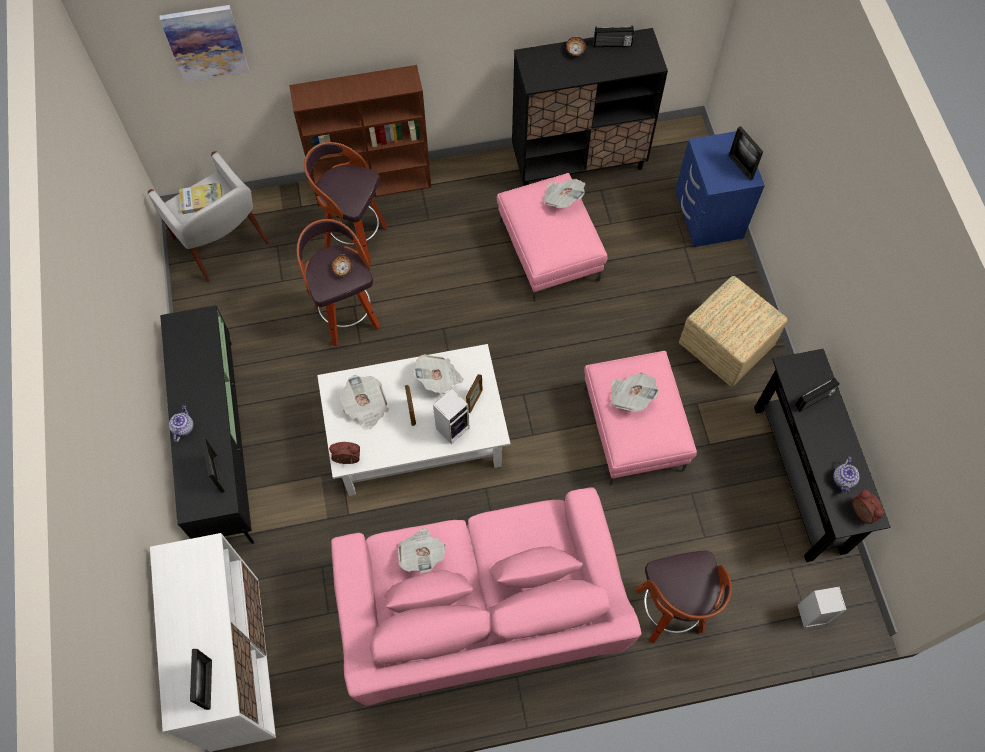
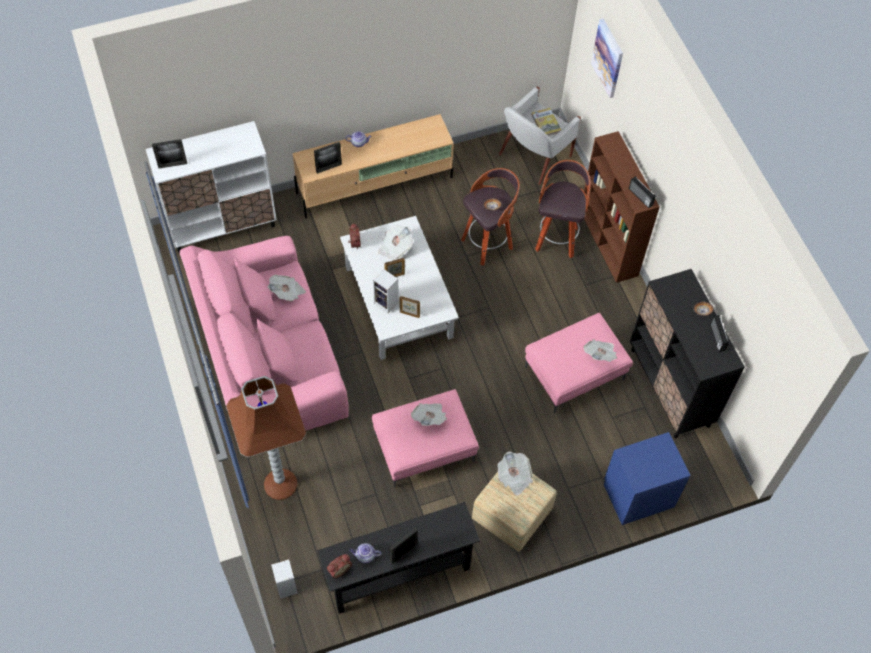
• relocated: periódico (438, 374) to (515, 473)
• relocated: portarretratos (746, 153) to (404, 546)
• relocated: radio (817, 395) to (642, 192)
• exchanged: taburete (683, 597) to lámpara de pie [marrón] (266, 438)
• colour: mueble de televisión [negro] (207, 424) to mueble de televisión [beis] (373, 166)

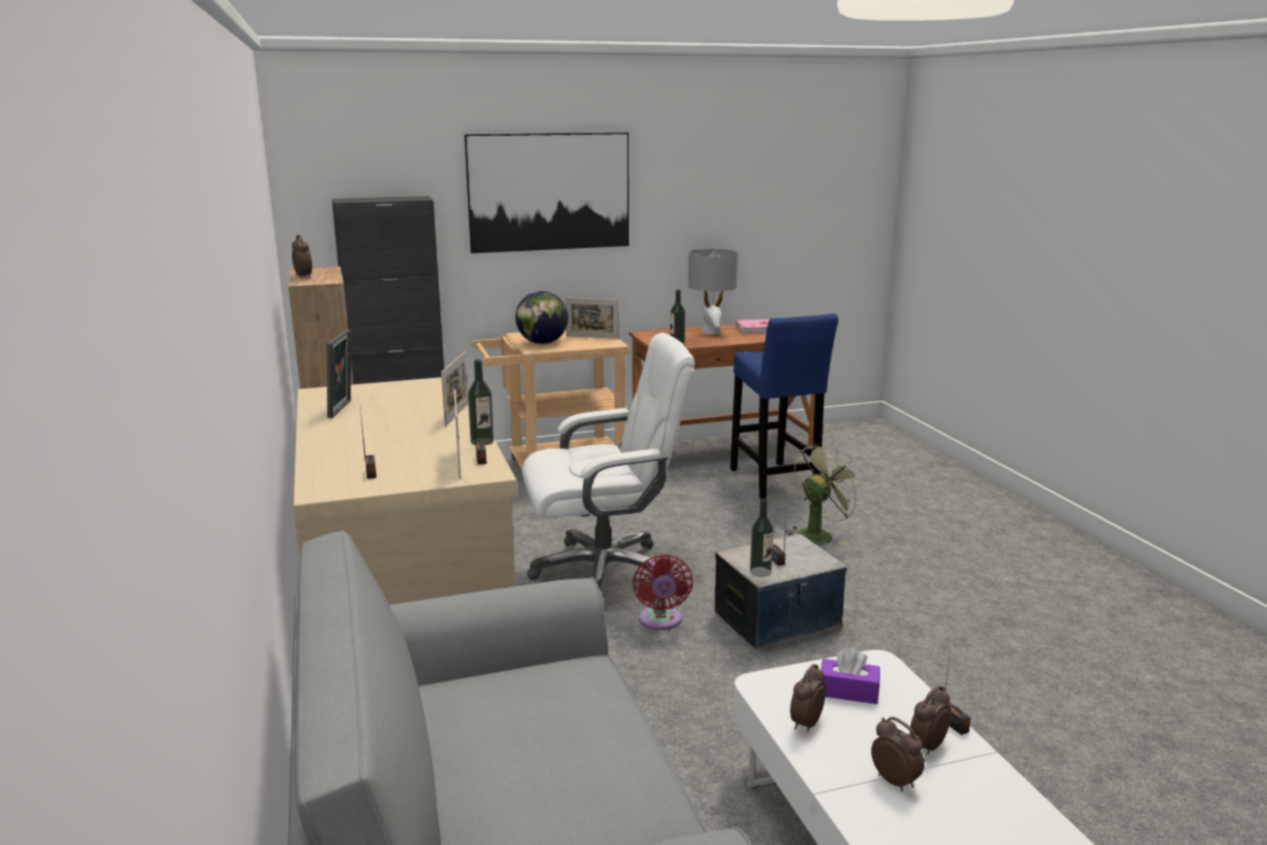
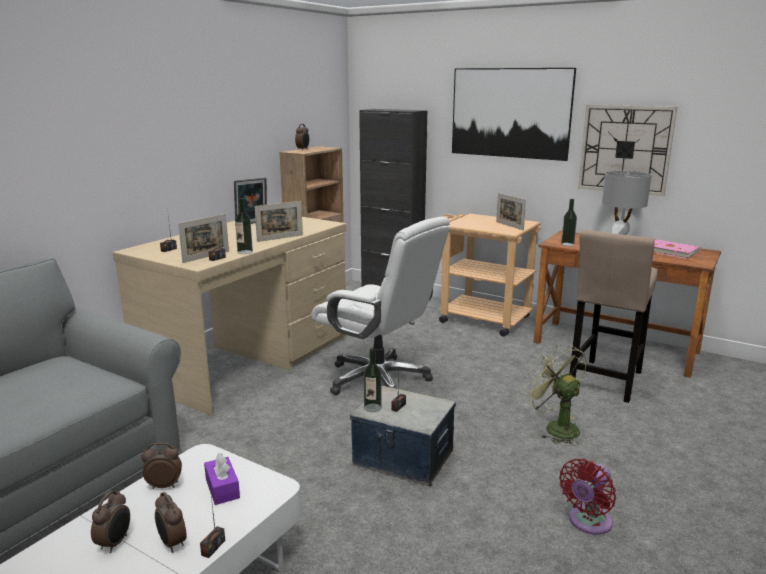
• missing: globo terráqueo (541, 317)
• appeared: reloj de pared (627, 150)
• relocated: ventilador [rojo] (663, 592) to (587, 497)
• colour: taburete [azul] (784, 406) to taburete [beis] (614, 316)
• spun: ventilador [verde] (824, 494) = (555, 394) 135 degrees counterclockwise
• spun: despertador (930, 720) = (171, 522) 135 degrees counterclockwise

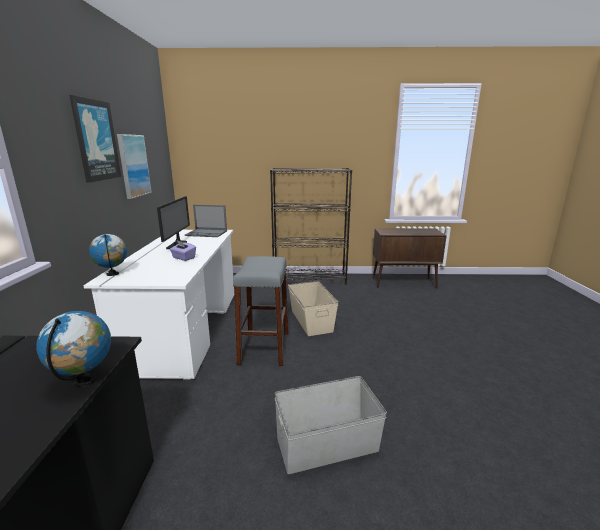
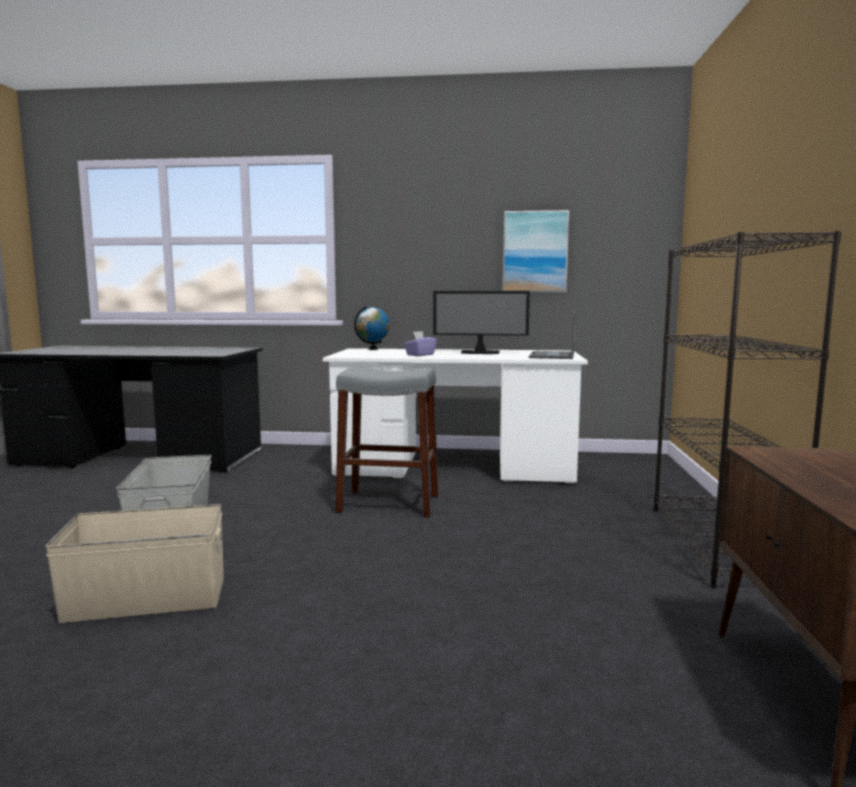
• missing: globo terráqueo (73, 349)
• missing: cuadro (95, 139)
• relocated: caja de almacenaje [beis] (313, 308) to (134, 563)

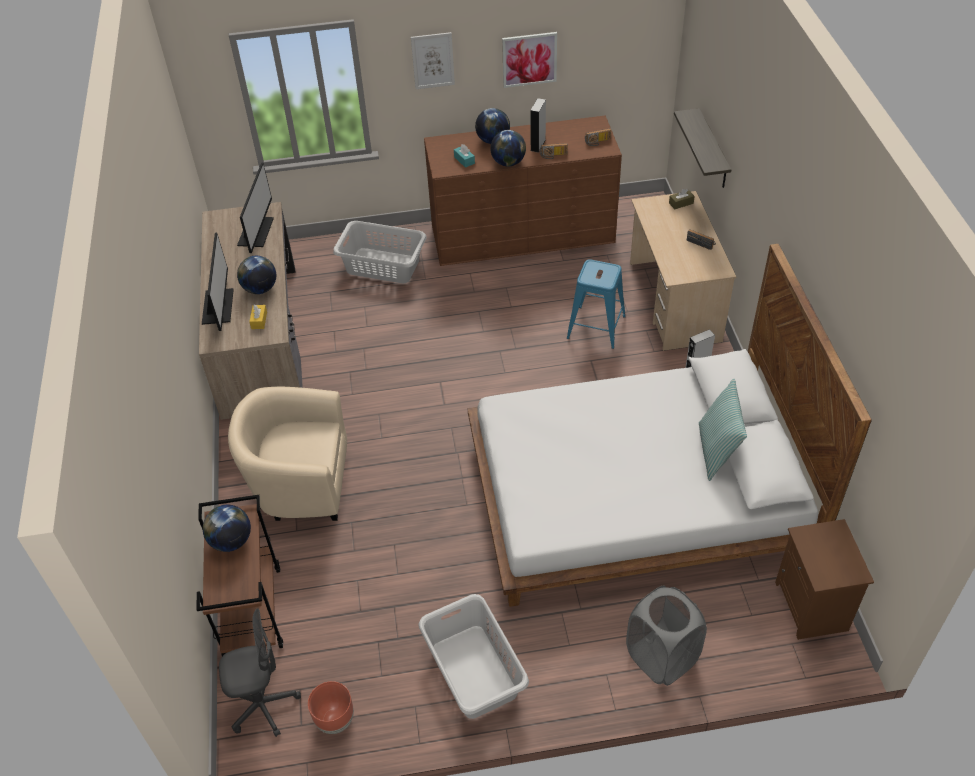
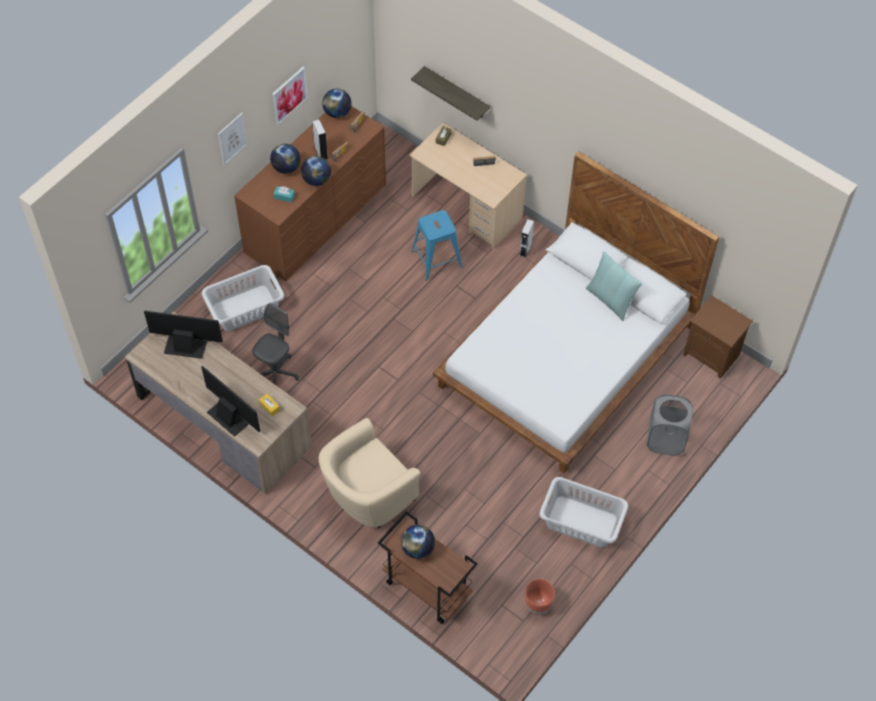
• relocated: silla de oficina [gris] (260, 672) to (276, 344)
• relocated: globo terráqueo (256, 275) to (337, 103)
• spun: monitor (255, 208) = (183, 335) 45 degrees counterclockwise

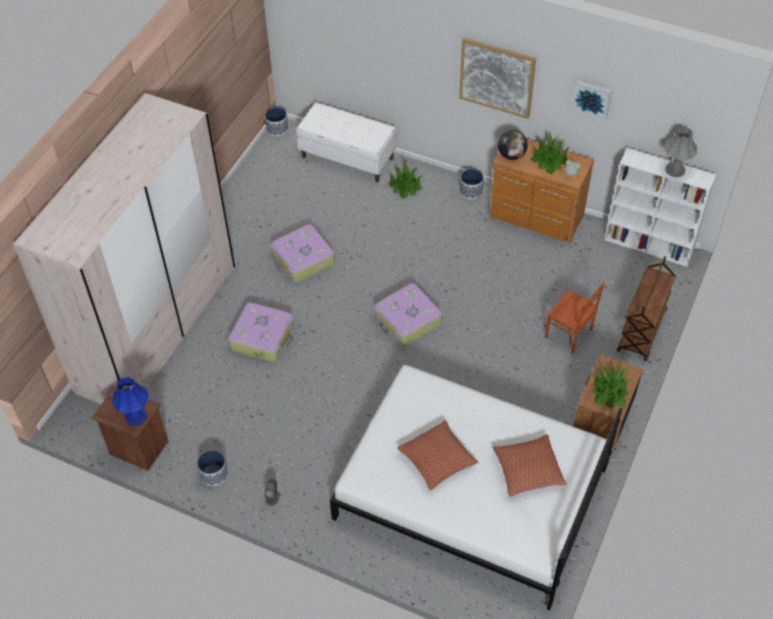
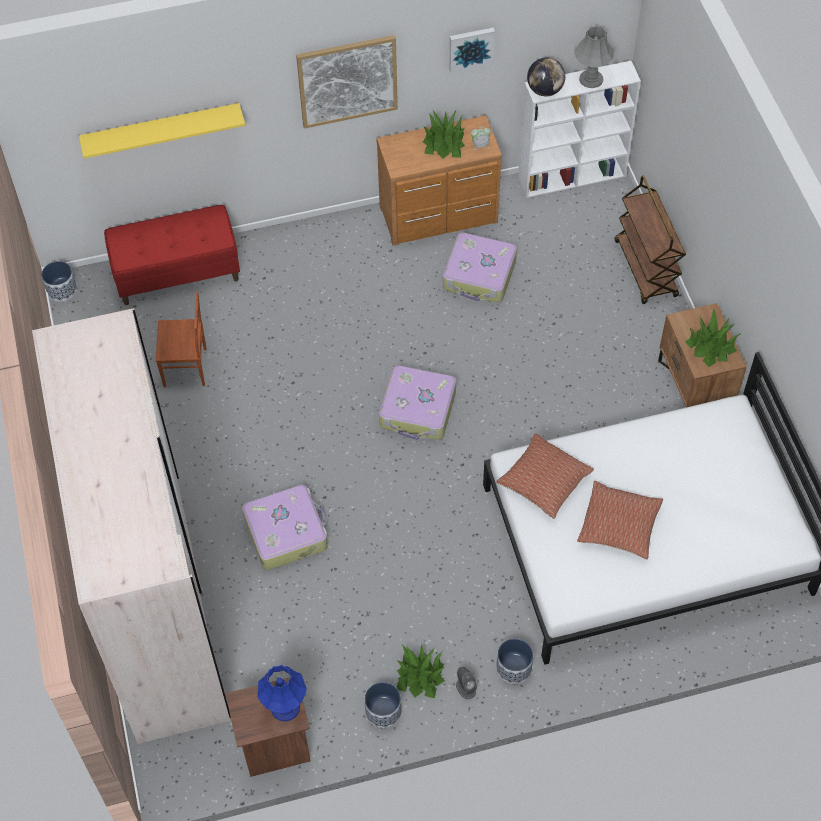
• appeared: estante [amarillo] (162, 130)
• relocated: maleta (303, 253) to (480, 267)
• relocated: planta en maceta (405, 179) to (420, 671)
• relocated: maceta (472, 184) to (514, 661)
• relocated: cojín (529, 465) to (545, 476)
• relocated: globo terráqueo (513, 145) to (546, 77)
• relocated: silla [marrón] (575, 318) to (181, 338)
• colour: banco [blanco] (346, 142) to banco [rojo] (172, 255)

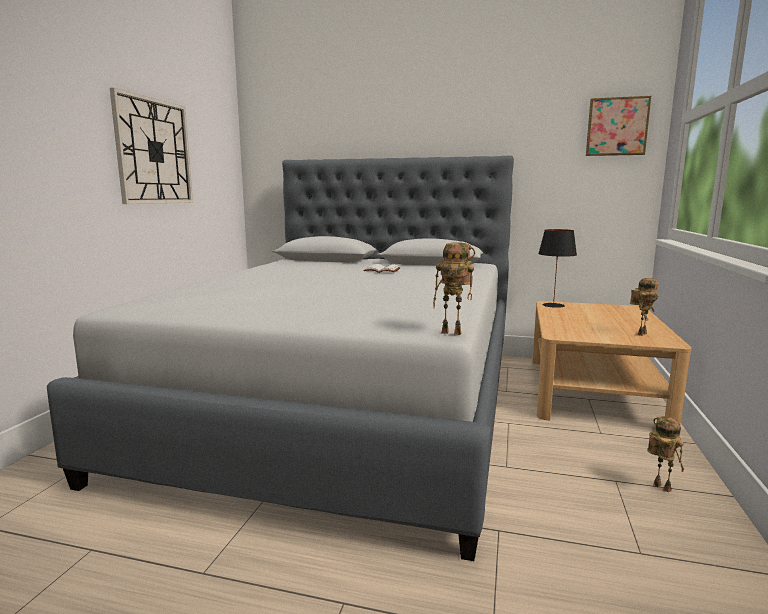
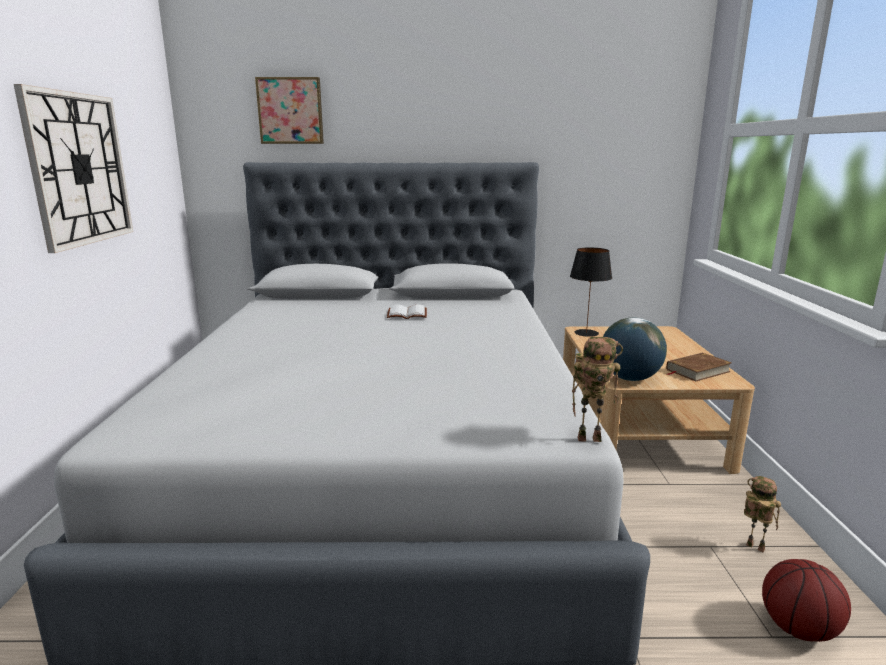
• appeared: globo terráqueo (635, 349)
• appeared: balón de baloncesto (806, 600)
• relocated: cuadro (618, 126) to (289, 110)
• exchanged: robot de juguete (644, 307) to libro [marrón] (699, 367)

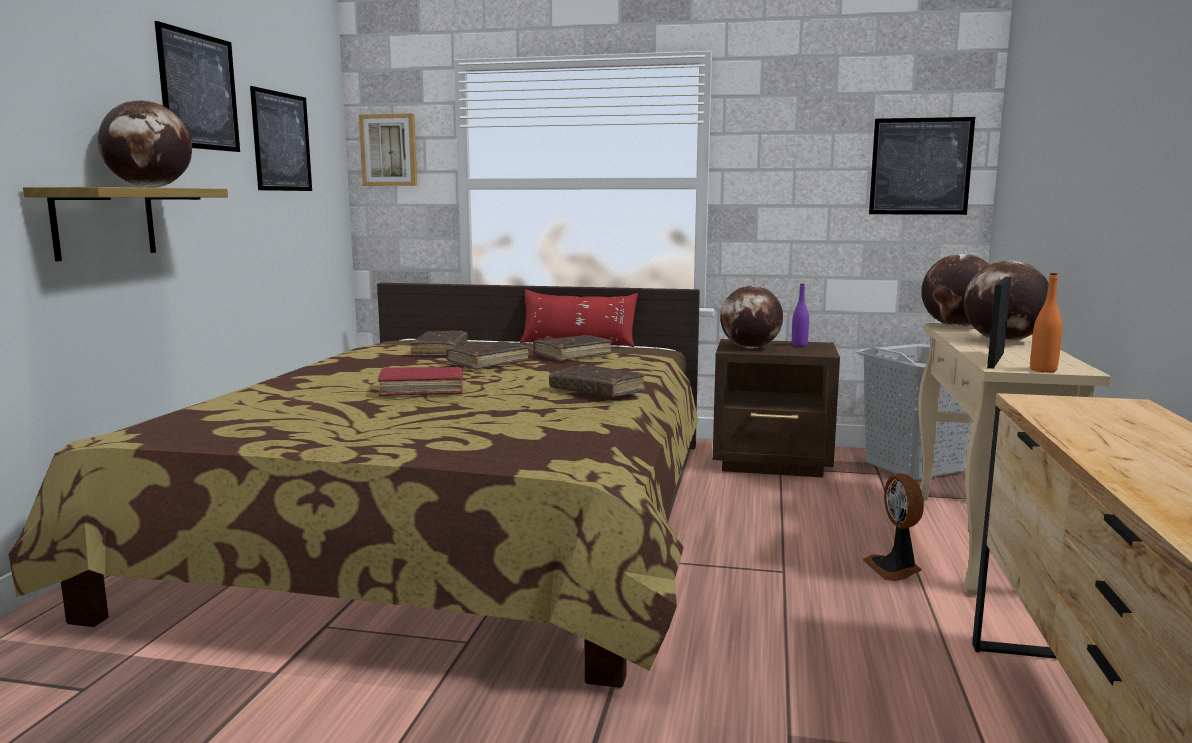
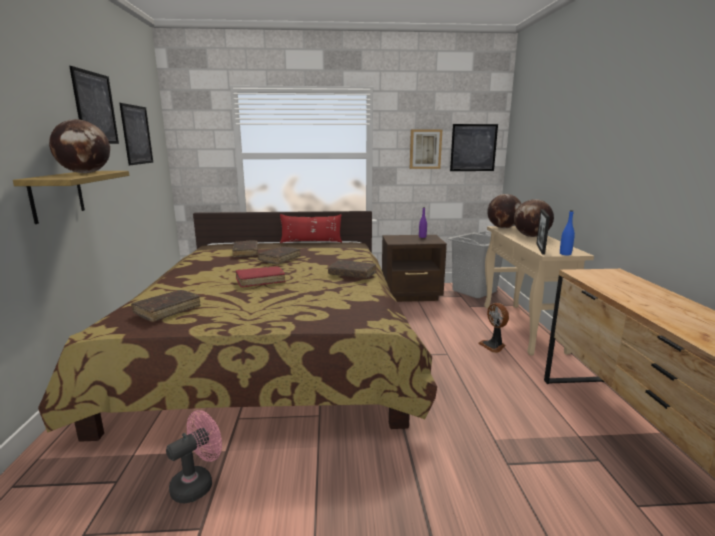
• missing: globo terráqueo (751, 317)
• appeared: ventilador [rosa] (194, 456)
• relocated: cuadro (388, 150) to (426, 149)
• relocated: libro [marrón] (572, 348) to (166, 306)
• colour: botella [naranja] (1046, 323) to botella [azul] (567, 232)

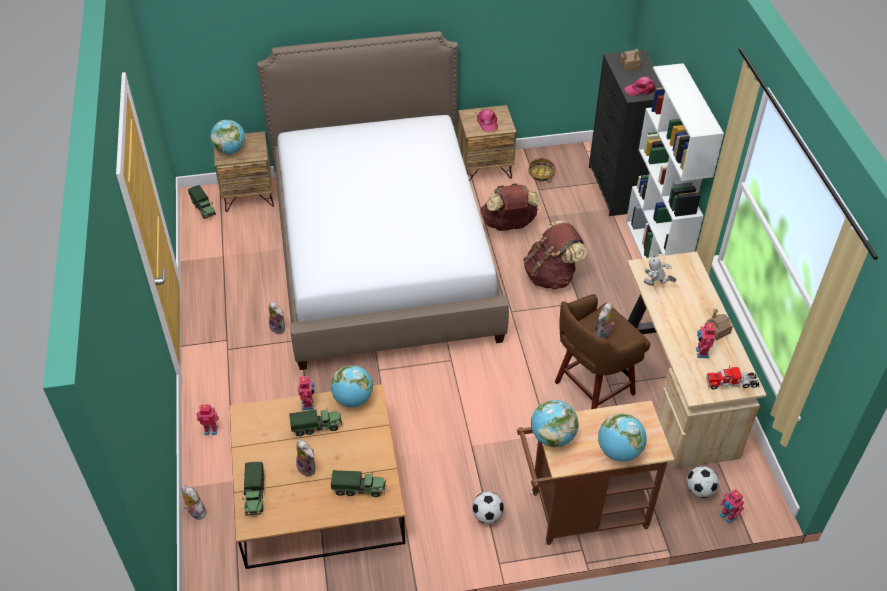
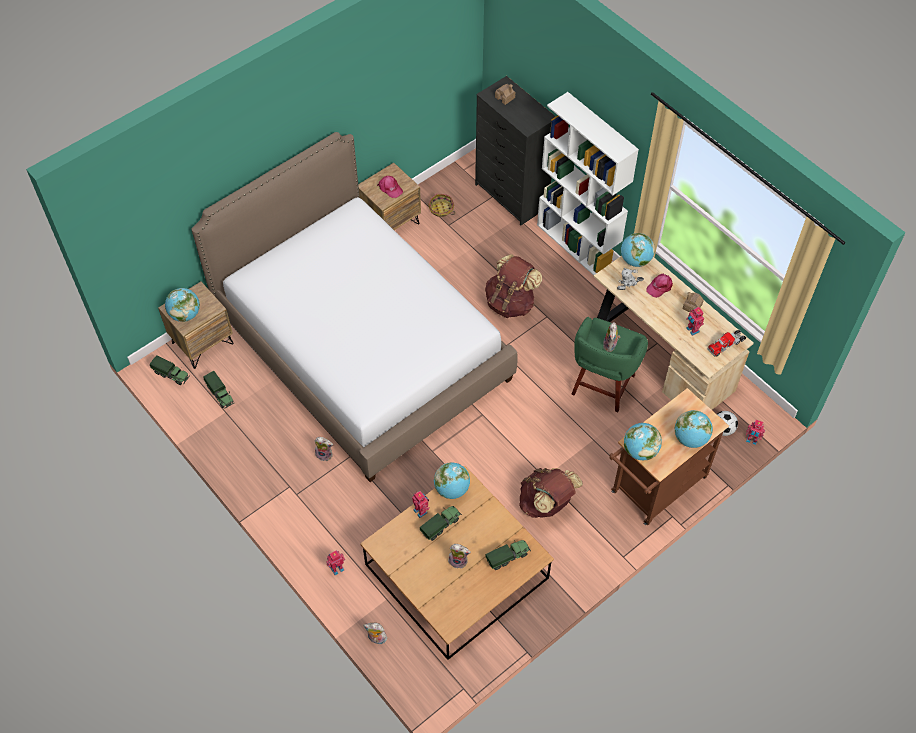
• missing: balón de fútbol (488, 508)
• appeared: globo terráqueo (638, 250)
• relocated: camión de juguete (253, 489) to (218, 390)
• relocated: mochila [marrón] (510, 207) to (551, 493)
• relocated: gorra [rosa] (640, 86) to (659, 286)
• colour: taburete [marrón] (602, 351) to taburete [verde] (609, 364)

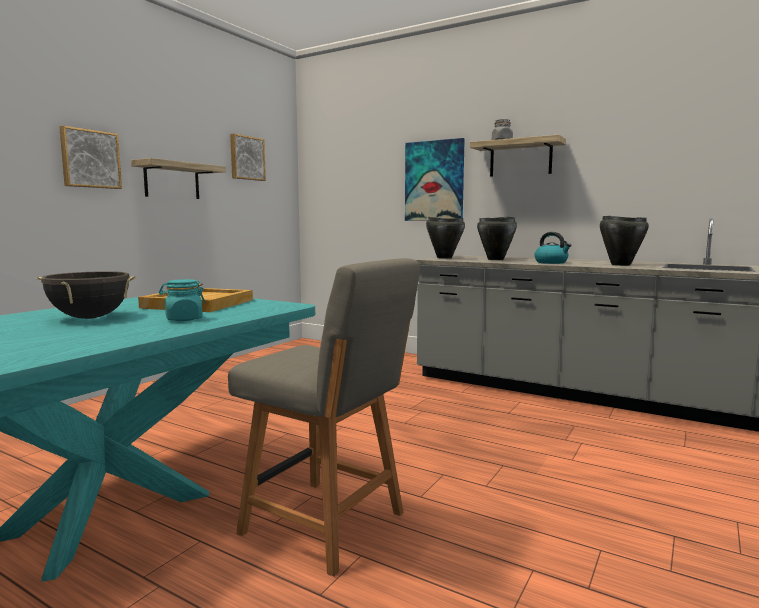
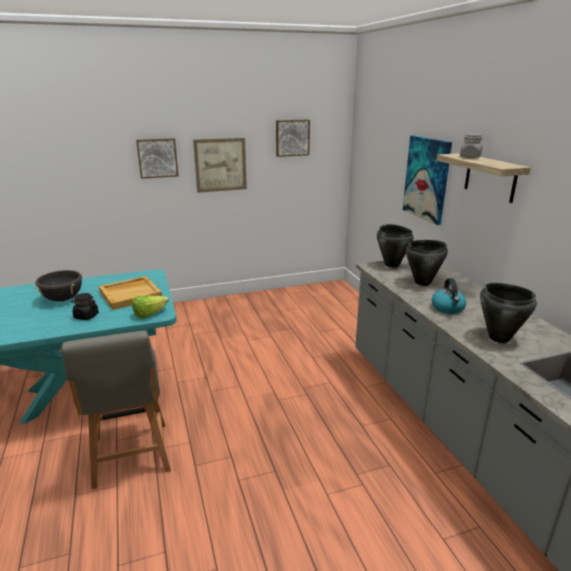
• appeared: lechuga (150, 307)
• exchanged: estante (178, 178) to cuadro (220, 165)
• colour: tarro [turquesa] (182, 300) to tarro [negro] (85, 306)

